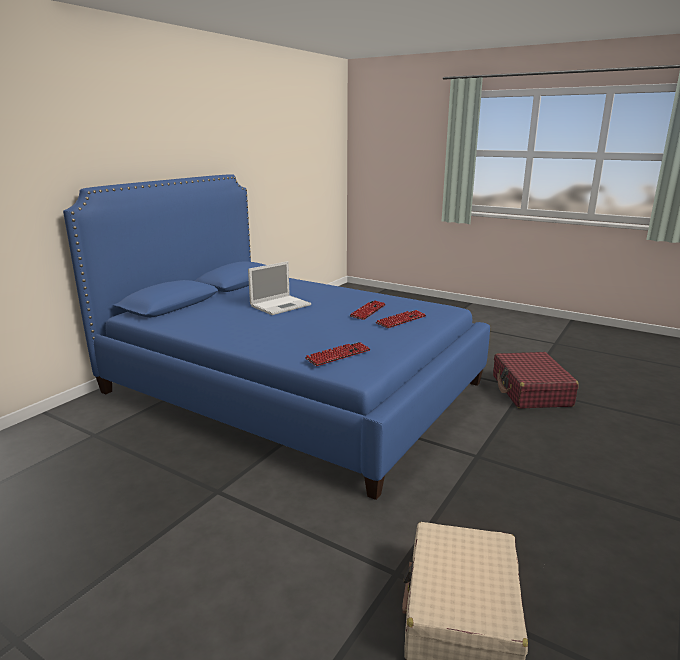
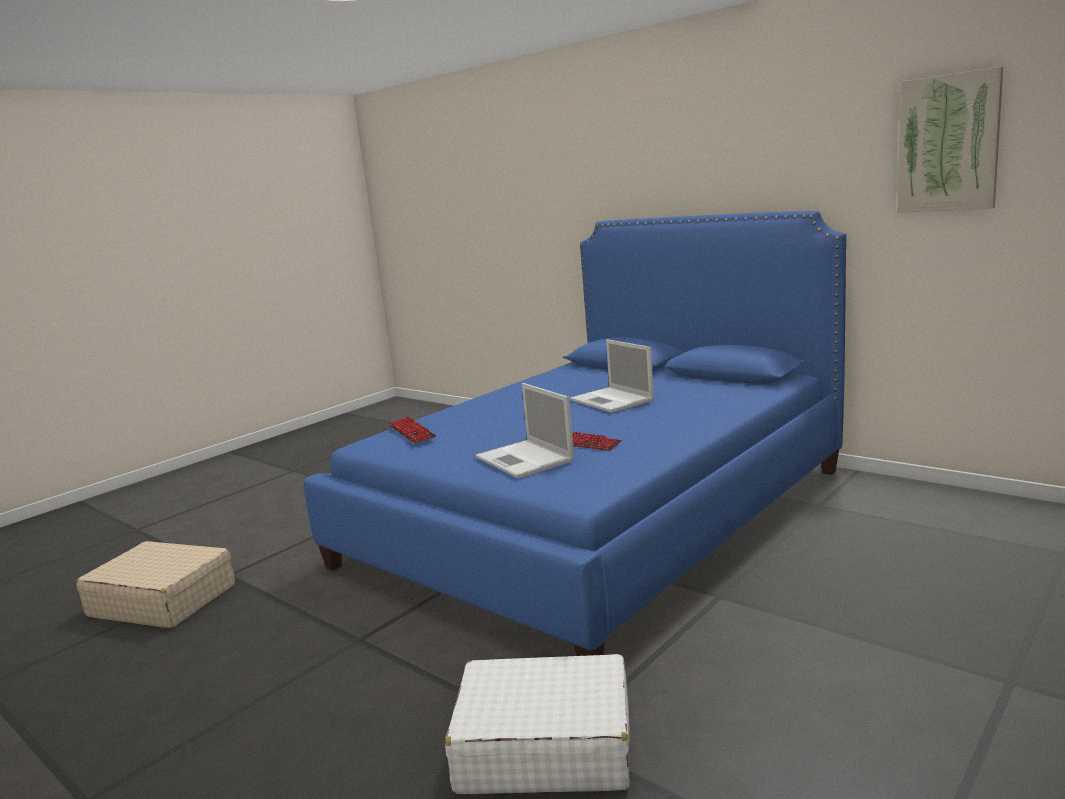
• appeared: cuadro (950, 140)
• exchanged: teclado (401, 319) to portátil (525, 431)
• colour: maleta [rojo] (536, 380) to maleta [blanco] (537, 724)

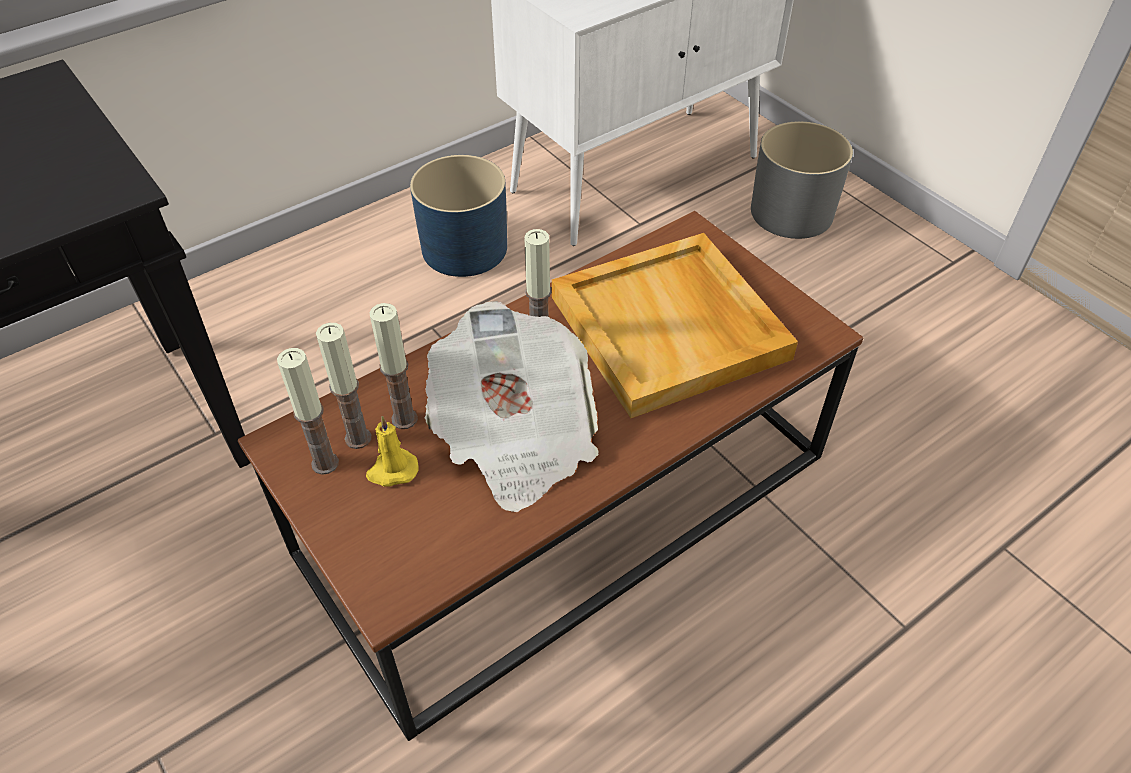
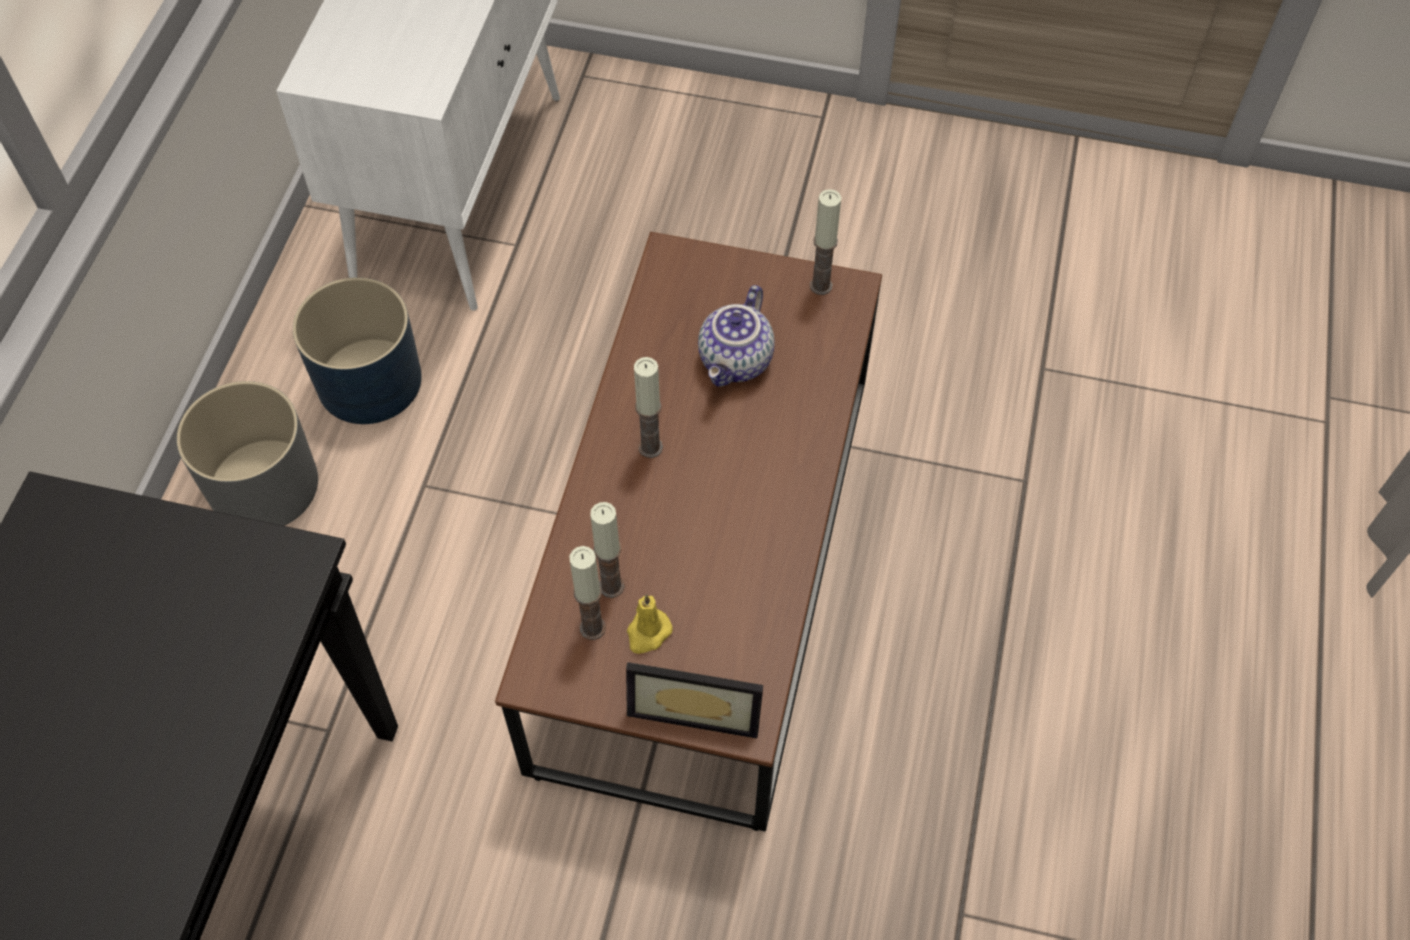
• missing: periódico (512, 406)
• appeared: portarretratos (694, 700)
• relocated: vela (308, 411) to (826, 242)
• relocated: maceta [gris] (802, 180) to (247, 453)
• exchanged: bandeja [beis] (675, 325) to tetera (736, 335)

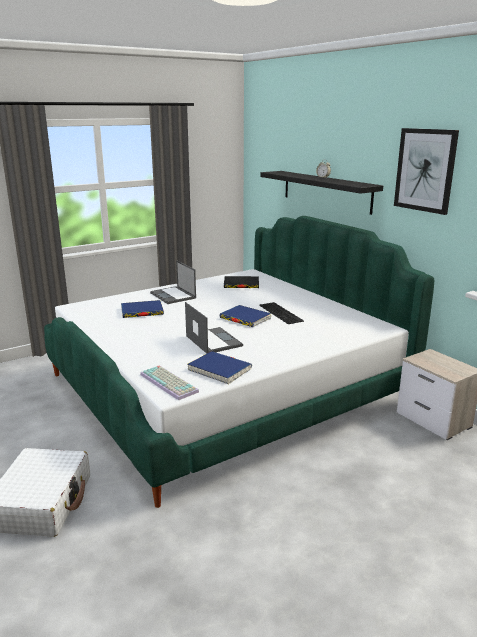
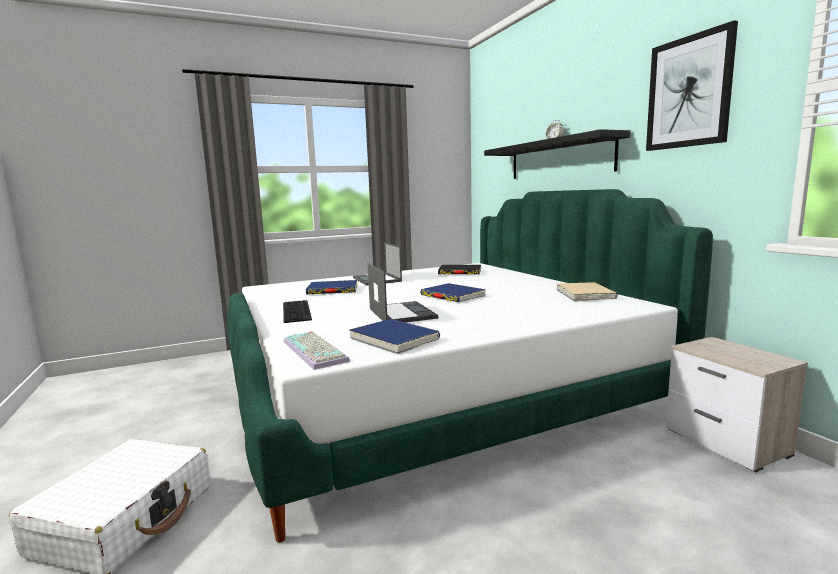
• appeared: libro [beis] (587, 292)
• relocated: teclado (281, 313) to (297, 311)

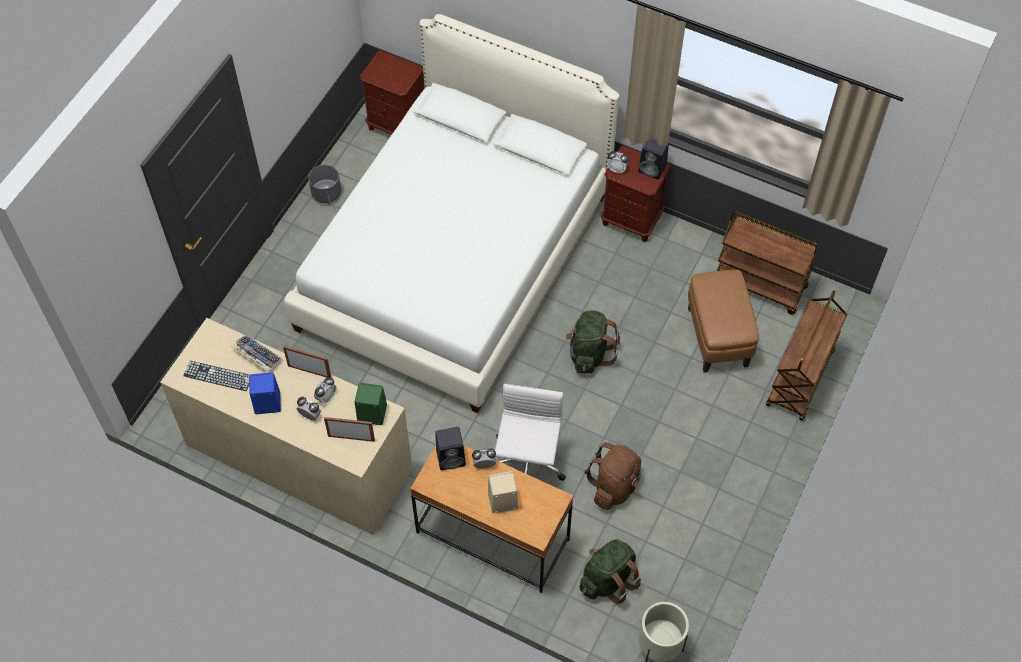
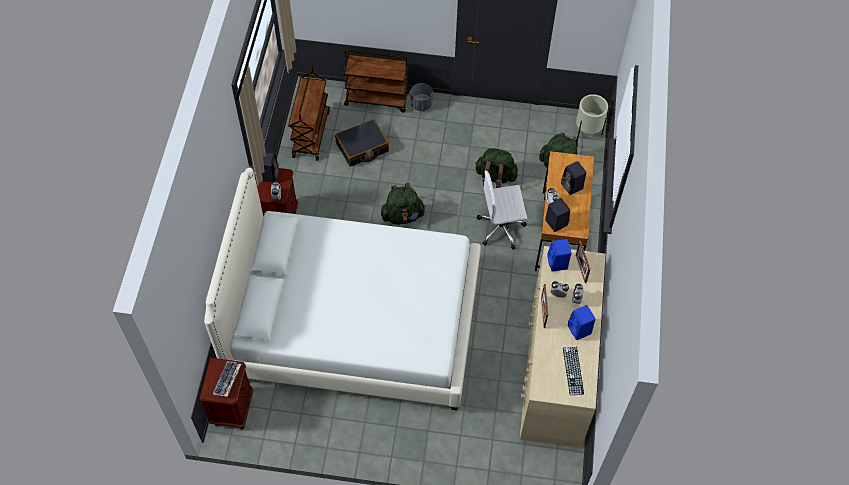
• relocated: teclado (257, 353) to (227, 379)
• relocated: maceta [gris] (324, 184) to (422, 97)
• exchanged: puf [marrón] (723, 321) to maleta [negro] (362, 143)
• colour: altavoz [verde] (371, 404) to altavoz [azul] (559, 255)
• colour: altavoz [beis] (503, 492) to altavoz [negro] (574, 178)
• colour: mochila [marrón] (613, 476) to mochila [verde] (496, 168)

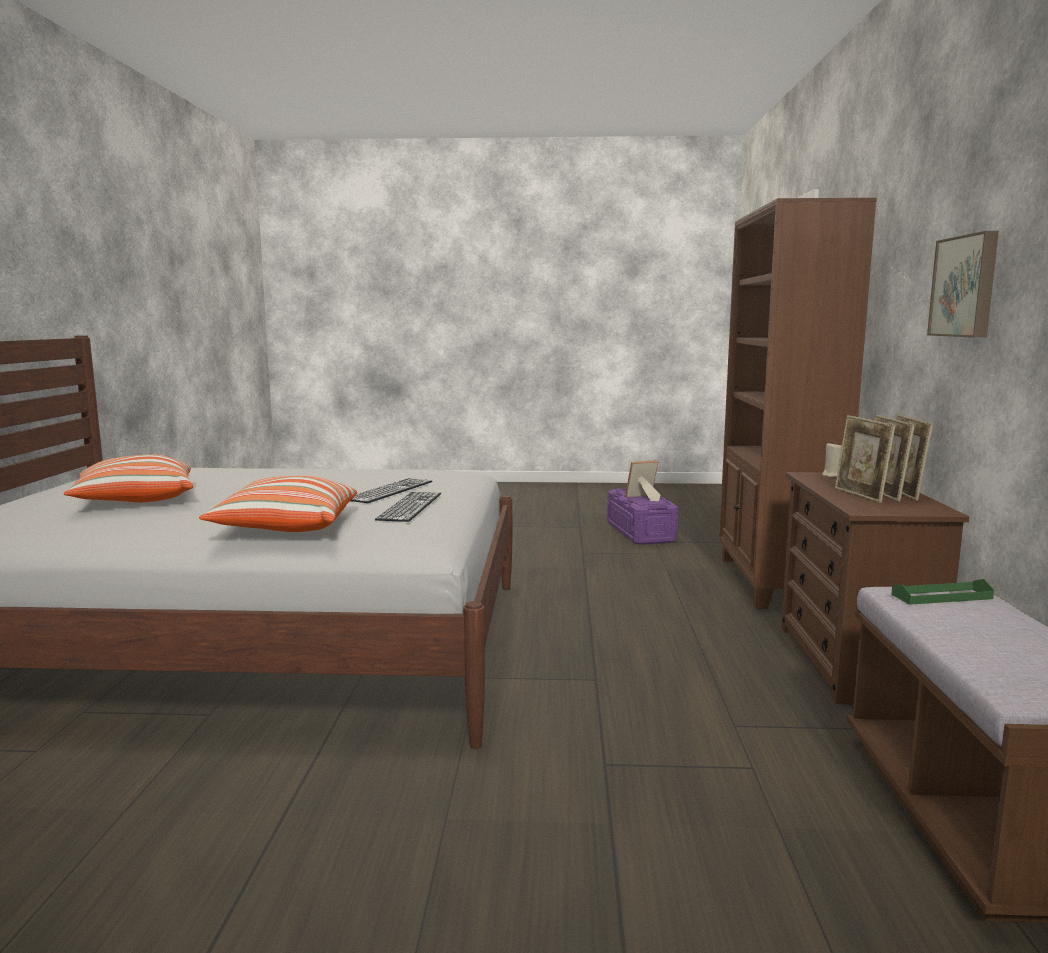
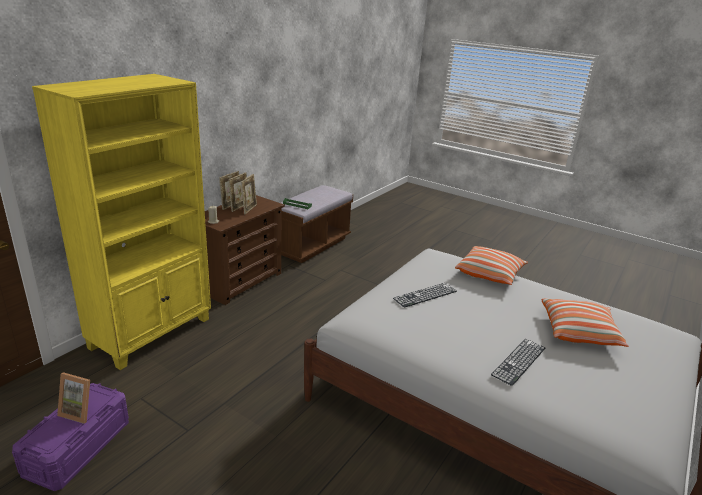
• missing: cuadro (963, 284)
• relocated: teclado (408, 507) to (518, 362)
• colour: estantería [marrón] (798, 403) to estantería [amarillo] (121, 222)

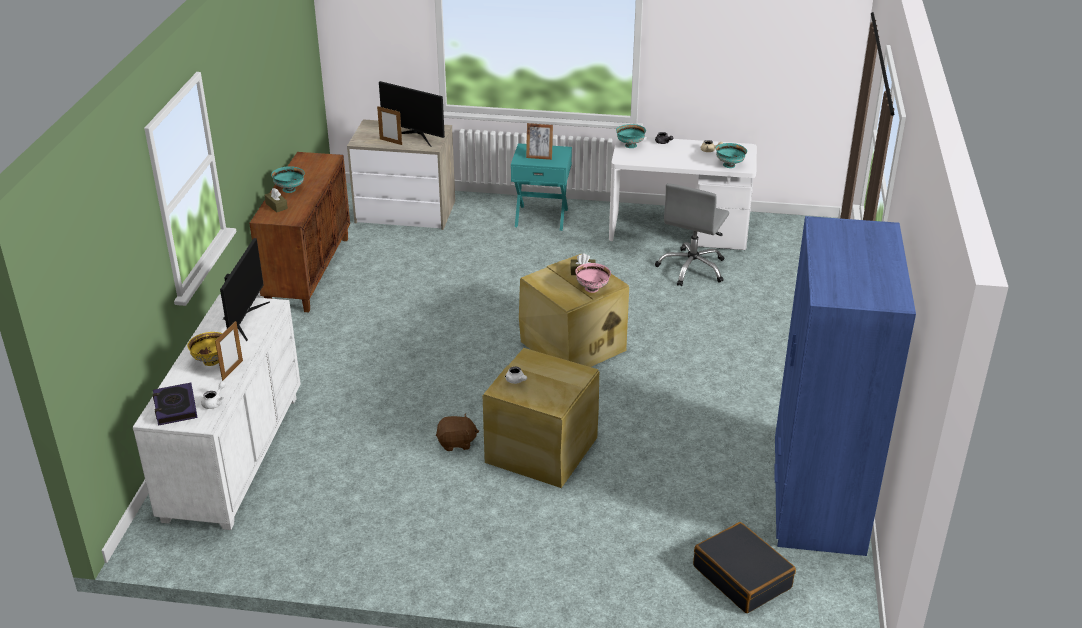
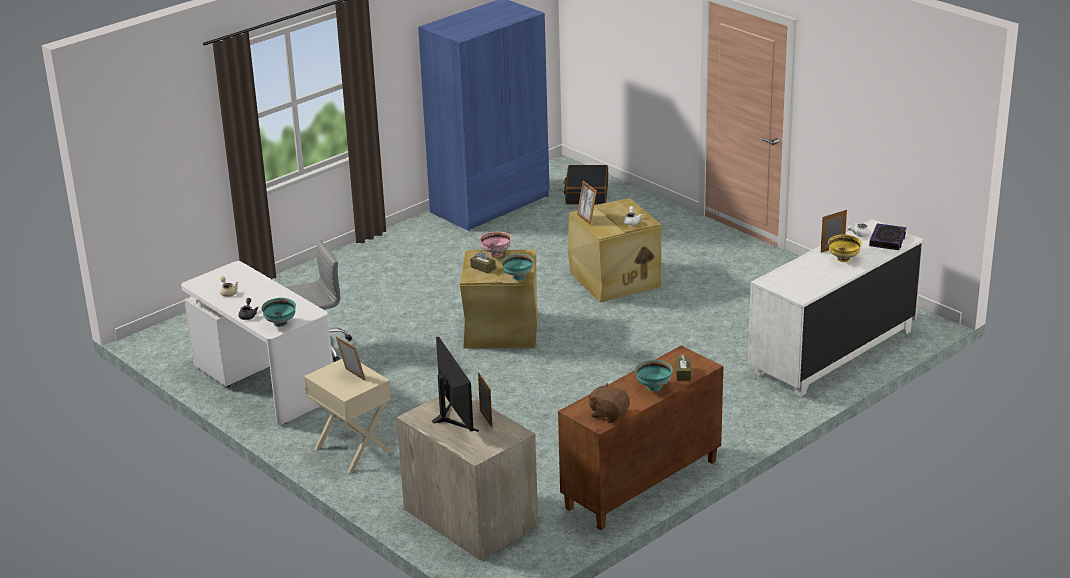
• missing: monitor (245, 289)
• appeared: portarretratos (587, 203)
• relocated: peluche [marrón] (457, 432) to (609, 403)
• relocated: cuenco [turquesa] (731, 155) to (517, 267)
• colour: mesita de noche [turquesa] (541, 187) to mesita de noche [beis] (348, 416)

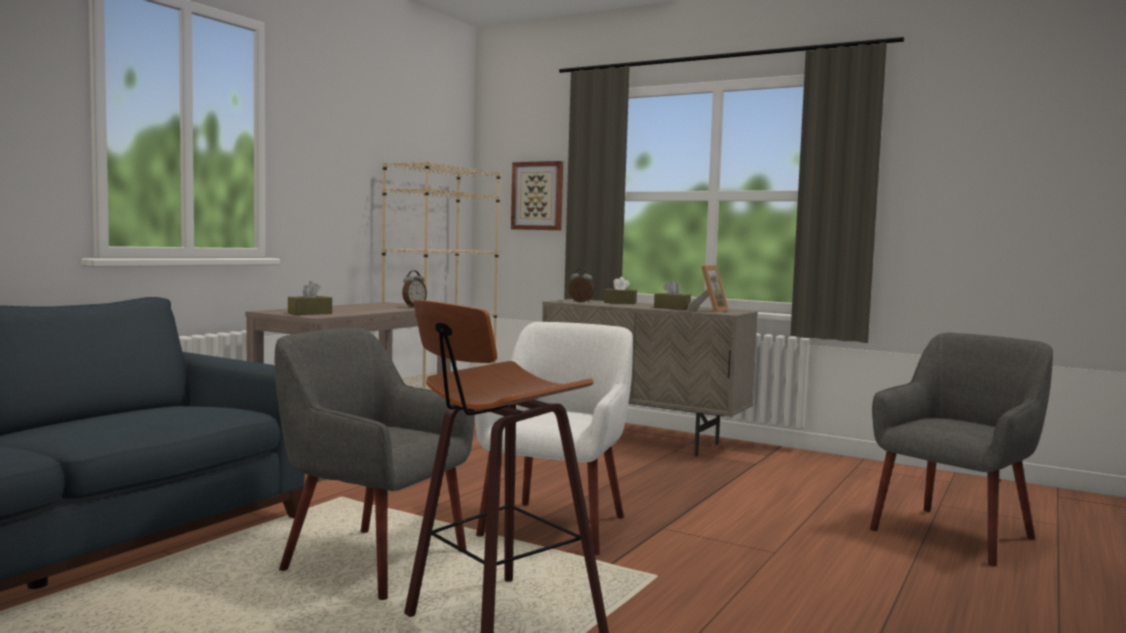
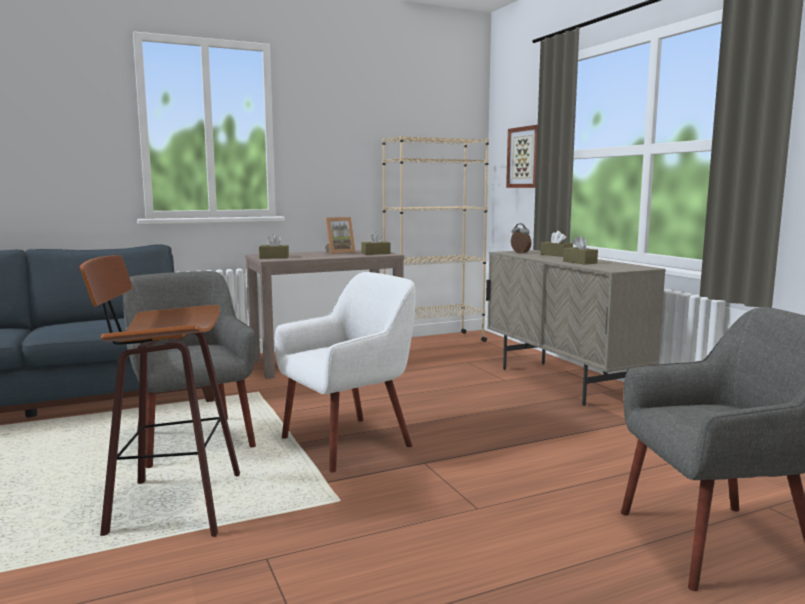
• relocated: portarretratos (708, 289) to (340, 235)
• exchanged: despertador (414, 288) to caja de pañuelos [marrón] (375, 243)

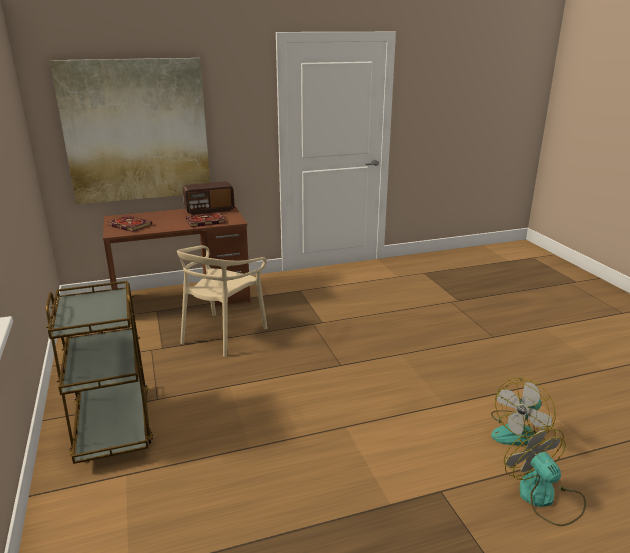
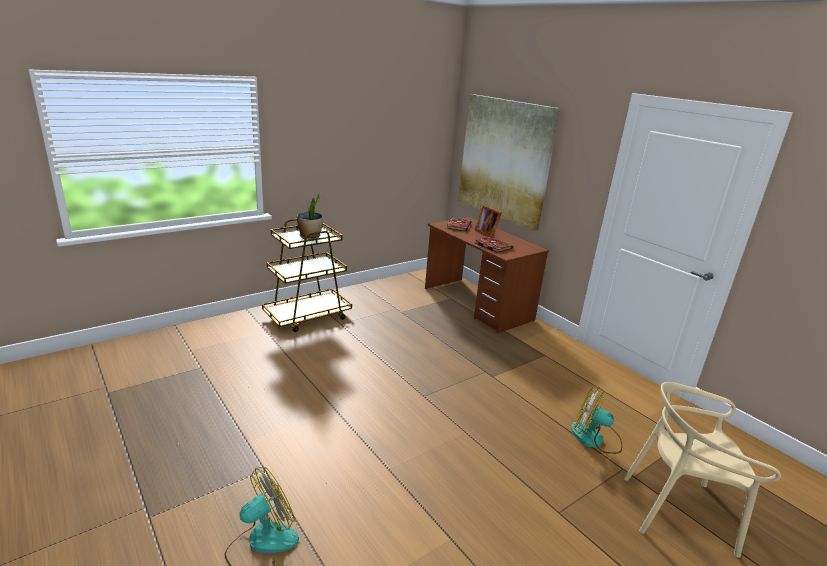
• missing: radio (209, 198)
• appeared: planta en maceta (310, 215)
• appeared: portarretratos (488, 221)
• relocated: silla [beis] (222, 301) to (702, 470)
• relocated: ventilador (523, 412) to (596, 420)

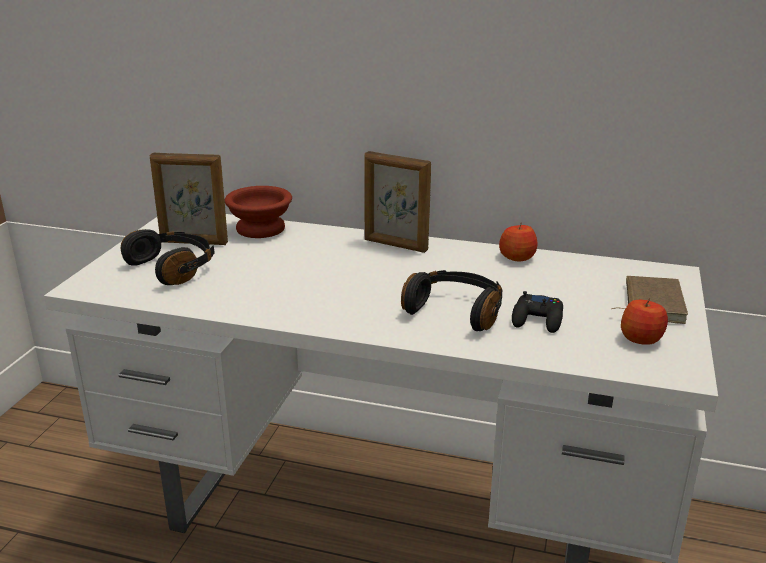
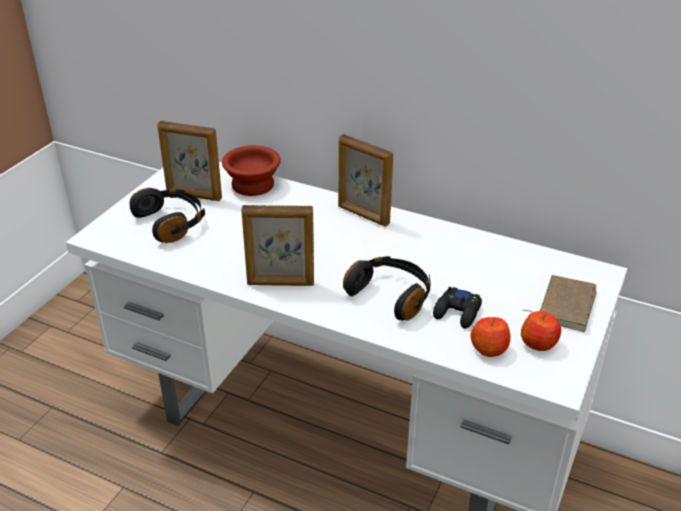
• appeared: portarretratos (277, 245)
• relocated: manzana (518, 242) to (490, 337)

